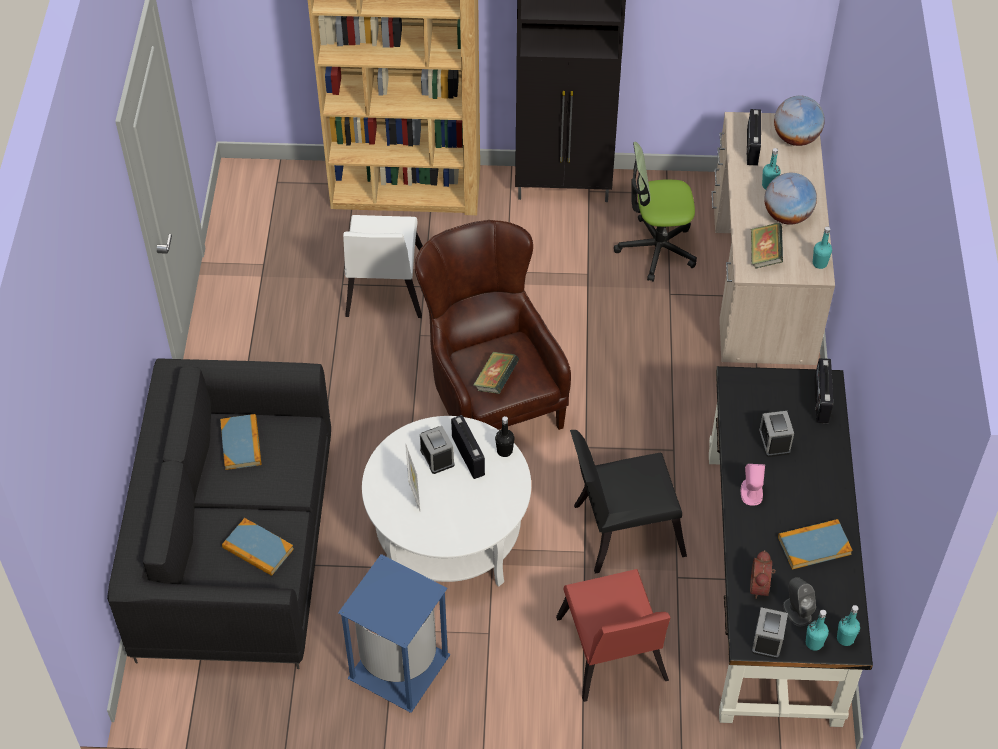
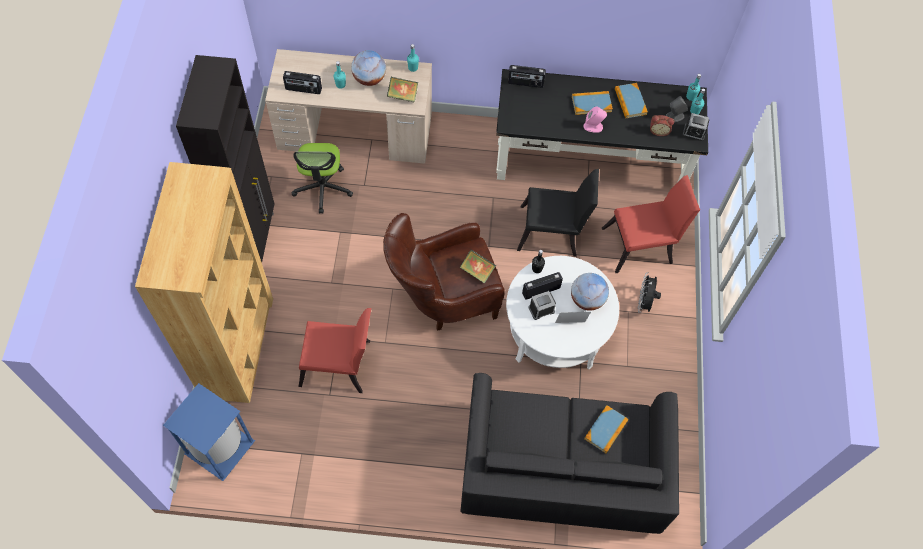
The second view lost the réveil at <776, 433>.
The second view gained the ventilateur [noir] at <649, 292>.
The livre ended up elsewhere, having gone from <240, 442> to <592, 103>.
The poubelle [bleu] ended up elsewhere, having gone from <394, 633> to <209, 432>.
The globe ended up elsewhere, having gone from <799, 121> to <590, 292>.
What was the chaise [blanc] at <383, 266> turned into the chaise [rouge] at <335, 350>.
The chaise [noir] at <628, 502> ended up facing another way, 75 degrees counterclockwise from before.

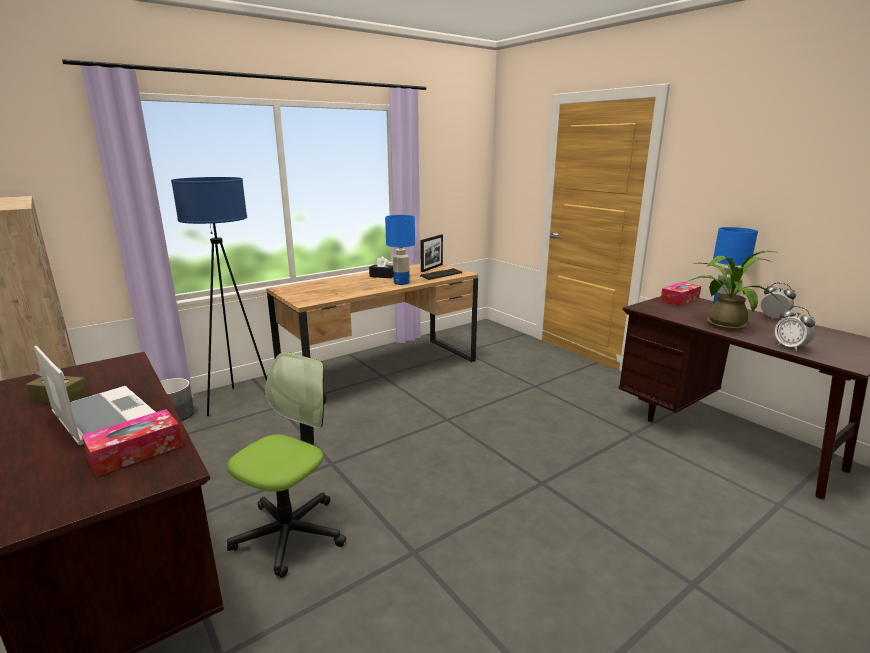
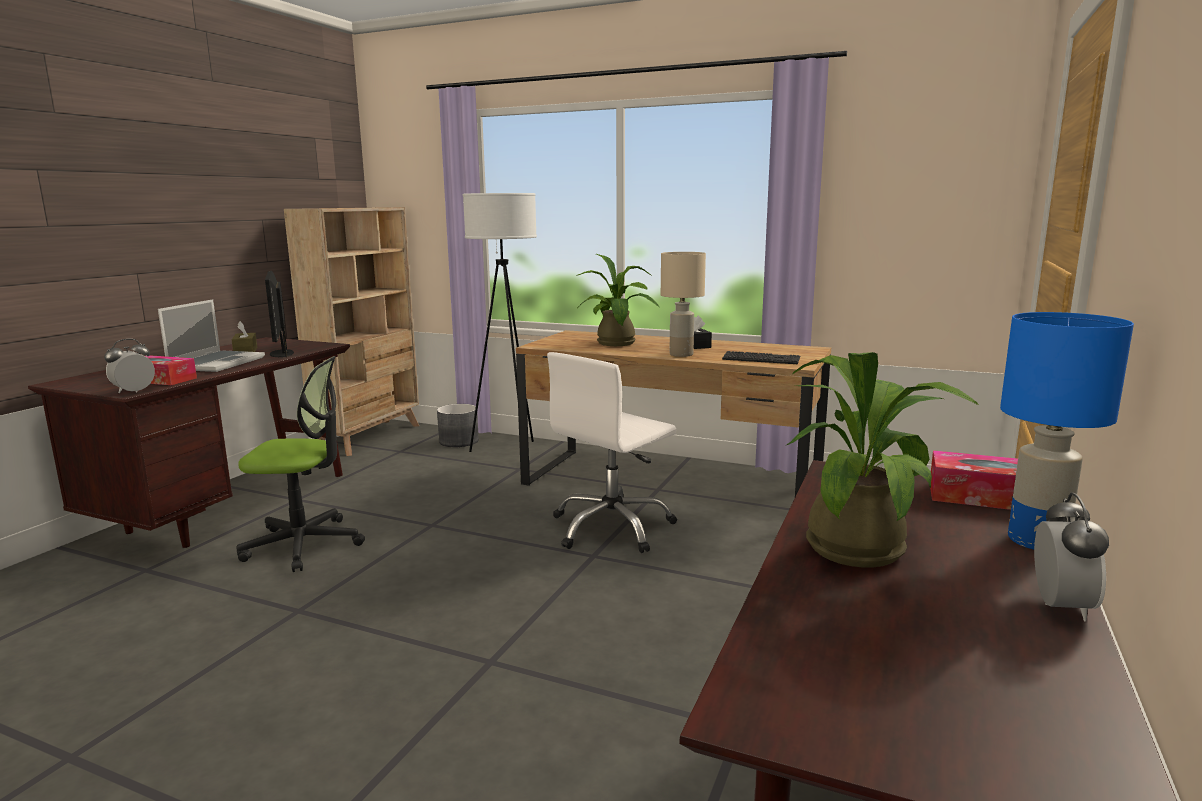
The second view lost the cadre photo at <431, 253>.
The second view gained the écran d'ordinateur at <279, 314>.
The second view gained the chaise de bureau [blanc] at <612, 452>.
The second view gained the plante en pot at <618, 300>.
The réveil ended up elsewhere, having gone from <795, 328> to <129, 366>.
What was the lampadaire [bleu] at <219, 296> turned into the lampadaire [blanc] at <500, 322>.
What was the lampe de table [bleu] at <400, 250> turned into the lampe de table [beige] at <683, 304>.

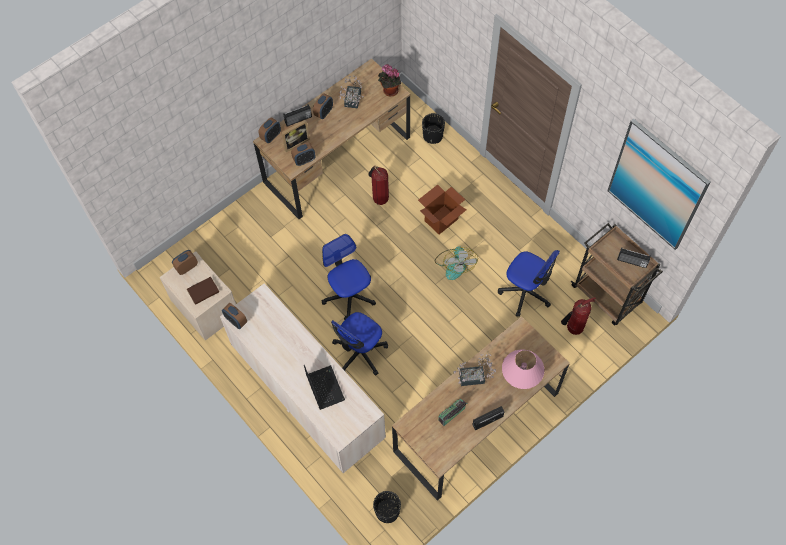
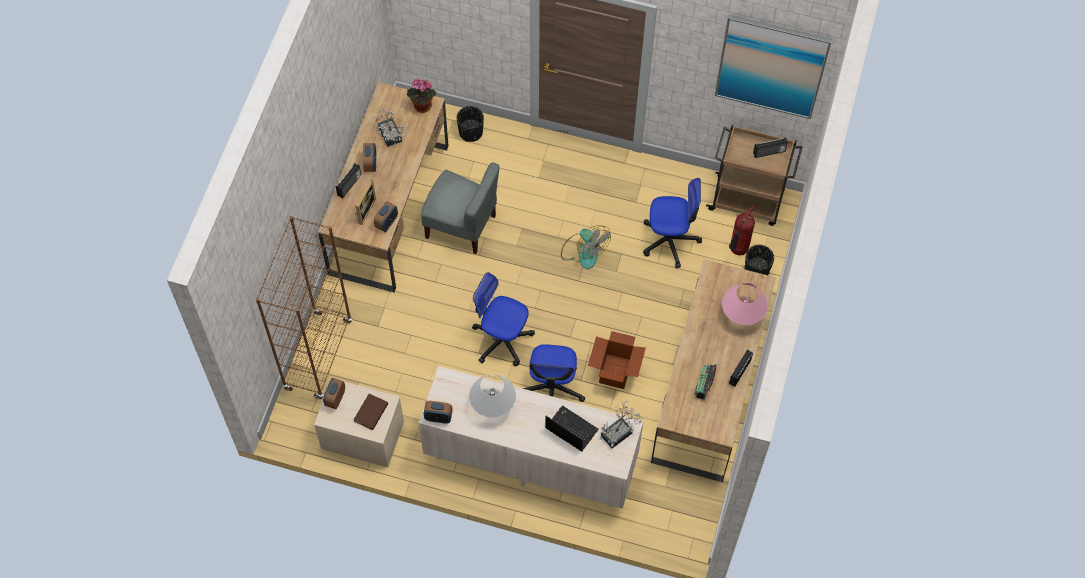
The second view lost the réveil at <269, 130>.
The second view gained the bibliothèque [marron] at <304, 308>.
The second view gained the lampe de table [blanc] at <492, 395>.
The cache-pot [noir] ended up elsewhere, having gone from <387, 507> to <759, 260>.
The carton ended up elsewhere, having gone from <442, 209> to <617, 360>.
The plante en pot ended up elsewhere, having gone from <475, 369> to <621, 424>.
Where the extincteur stood at <378, 185>, the chaise [gris] came to stand at <460, 208>.

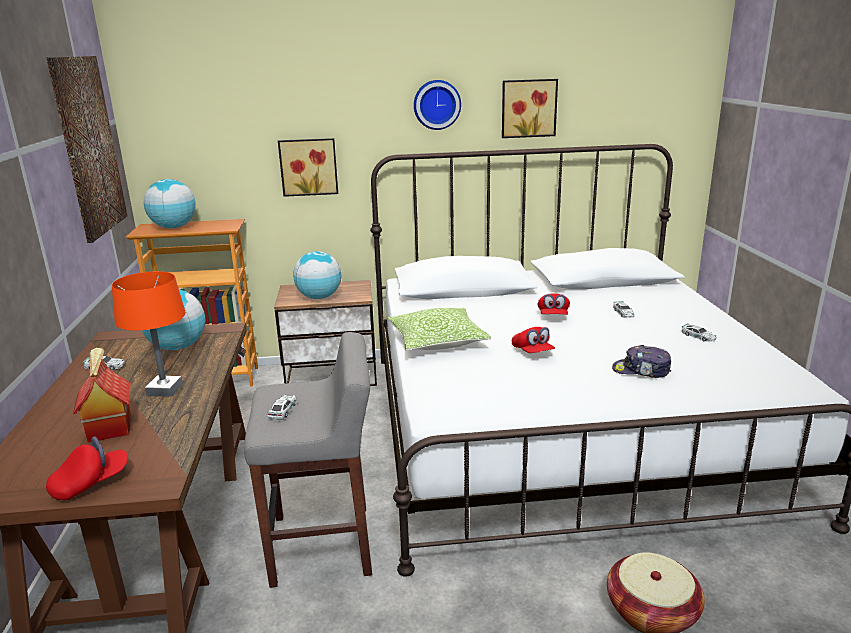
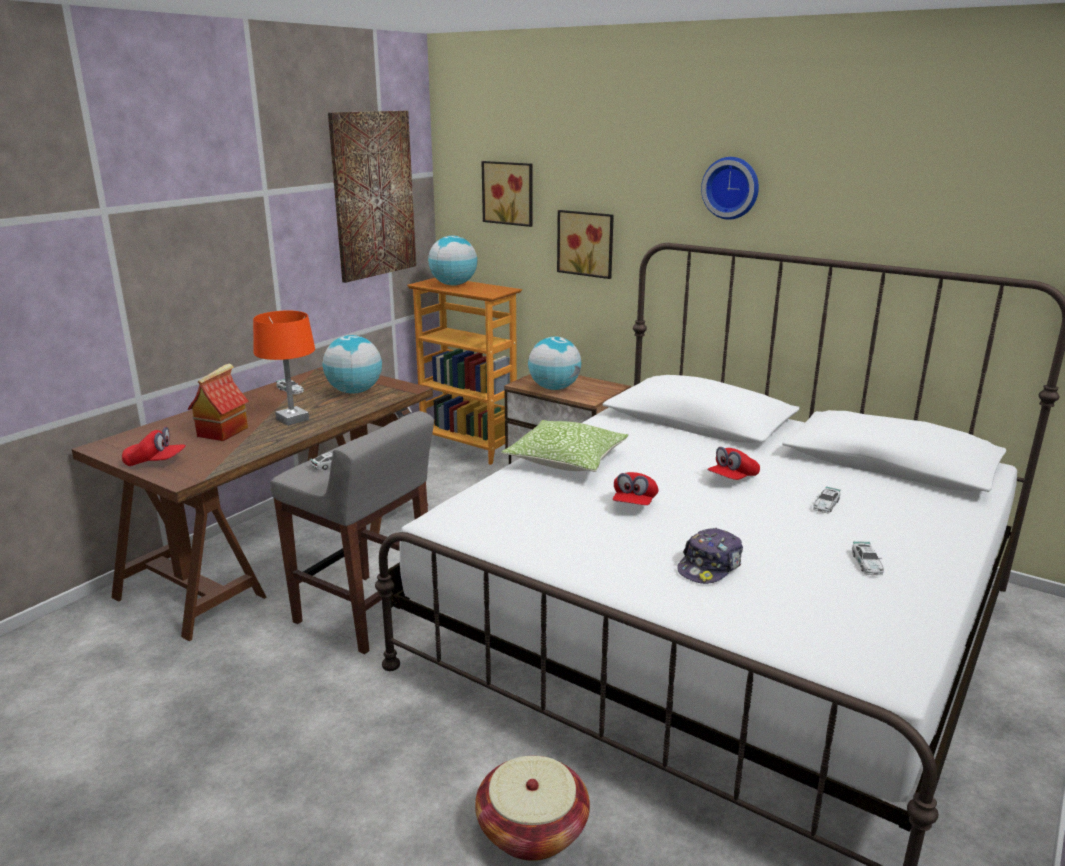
The tableau ended up elsewhere, having gone from <530, 108> to <507, 194>.
The casquette at <641, 361> ended up facing another way, 105 degrees counterclockwise from before.

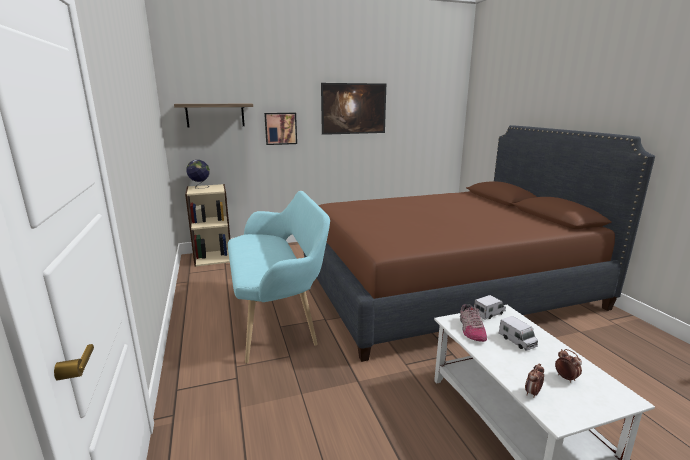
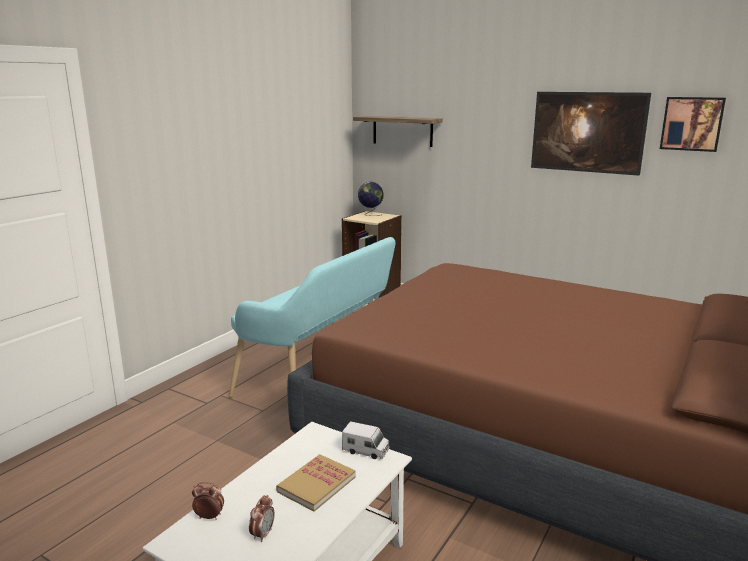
The second view lost the chaussure at <473, 323>.
The tableau ended up elsewhere, having gone from <280, 129> to <693, 124>.
Where the camion jouet stood at <518, 333>, the livre came to stand at <316, 483>.

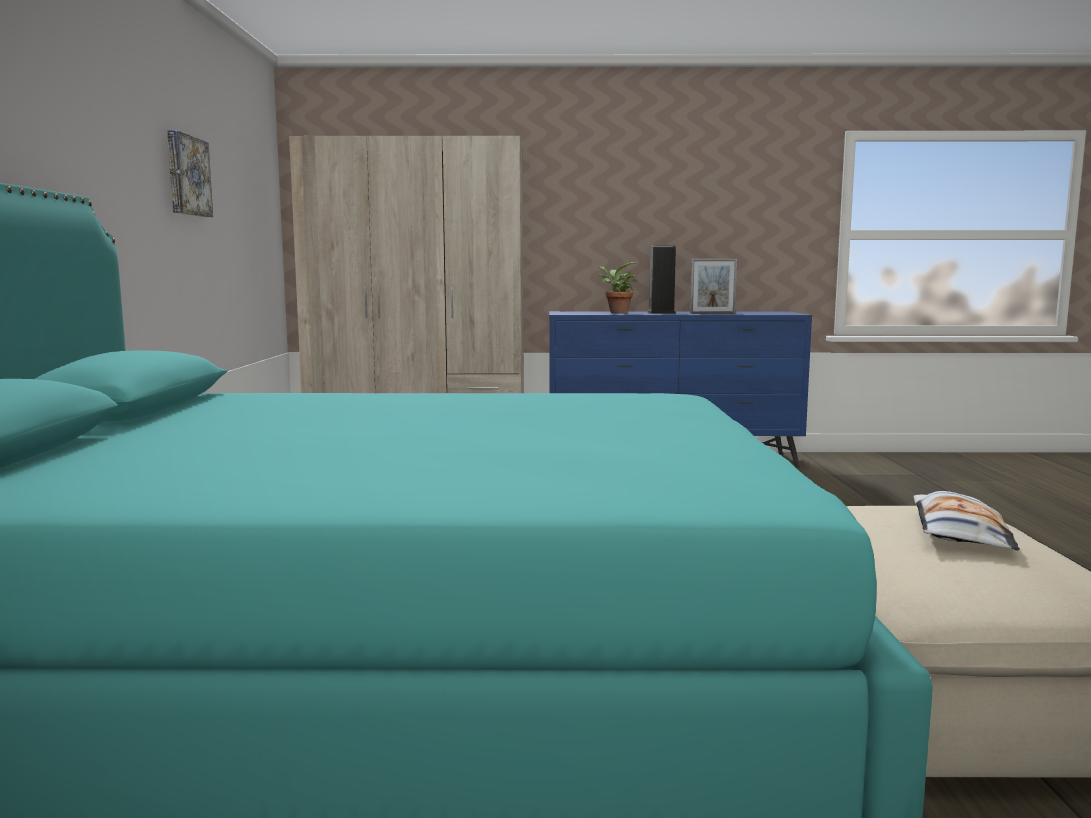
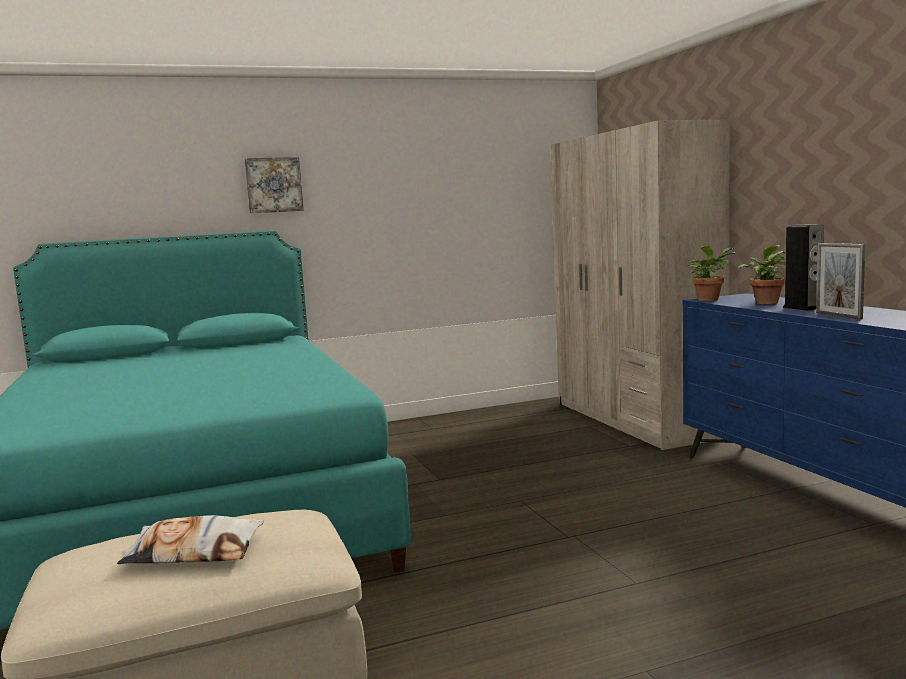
The second view gained the plante en pot at <711, 273>.
The tableau ended up elsewhere, having gone from <190, 173> to <274, 185>.

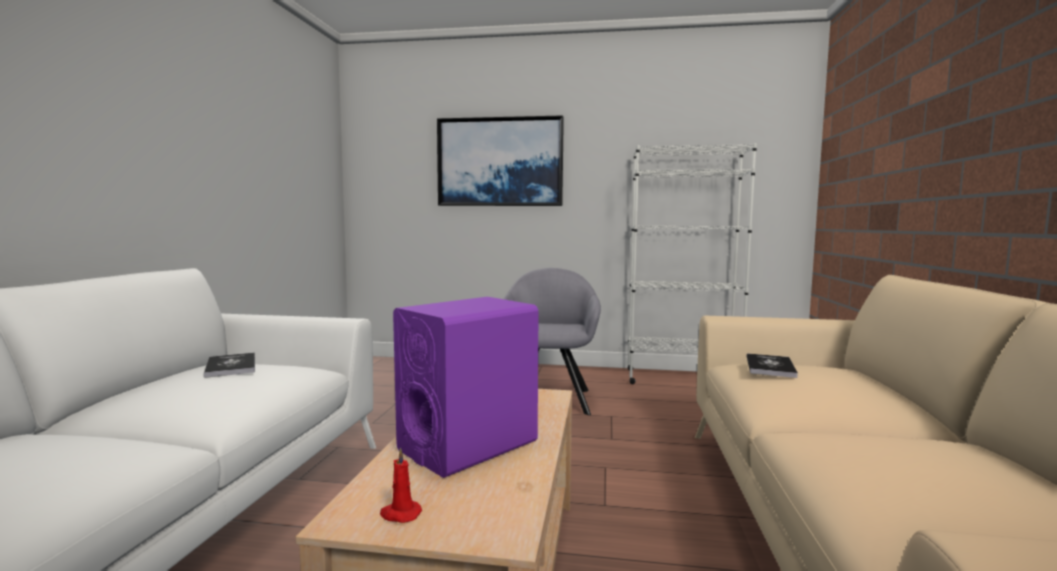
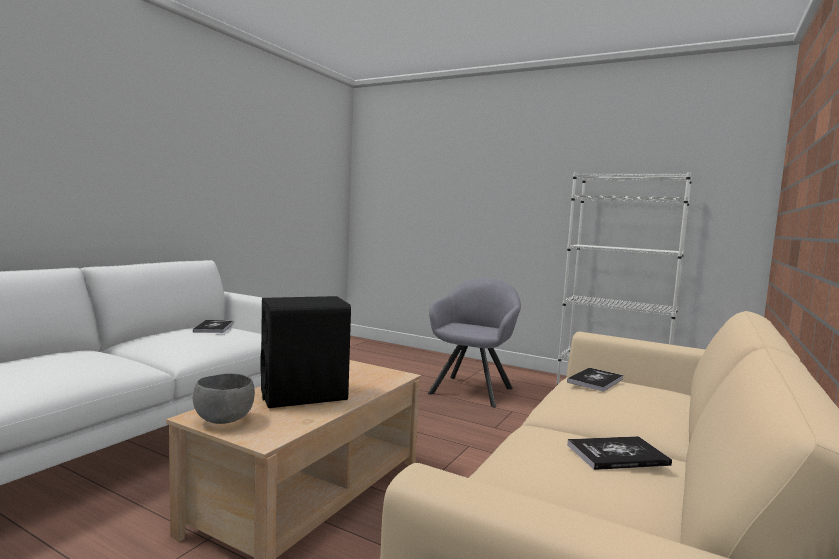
The second view lost the tableau at <500, 160>.
The second view gained the livre at <619, 453>.
Where the bougie [rouge] stood at <401, 485>, the bol [gris] came to stand at <224, 398>.
What was the enceinte [violet] at <466, 387> turned into the enceinte [noir] at <305, 352>.

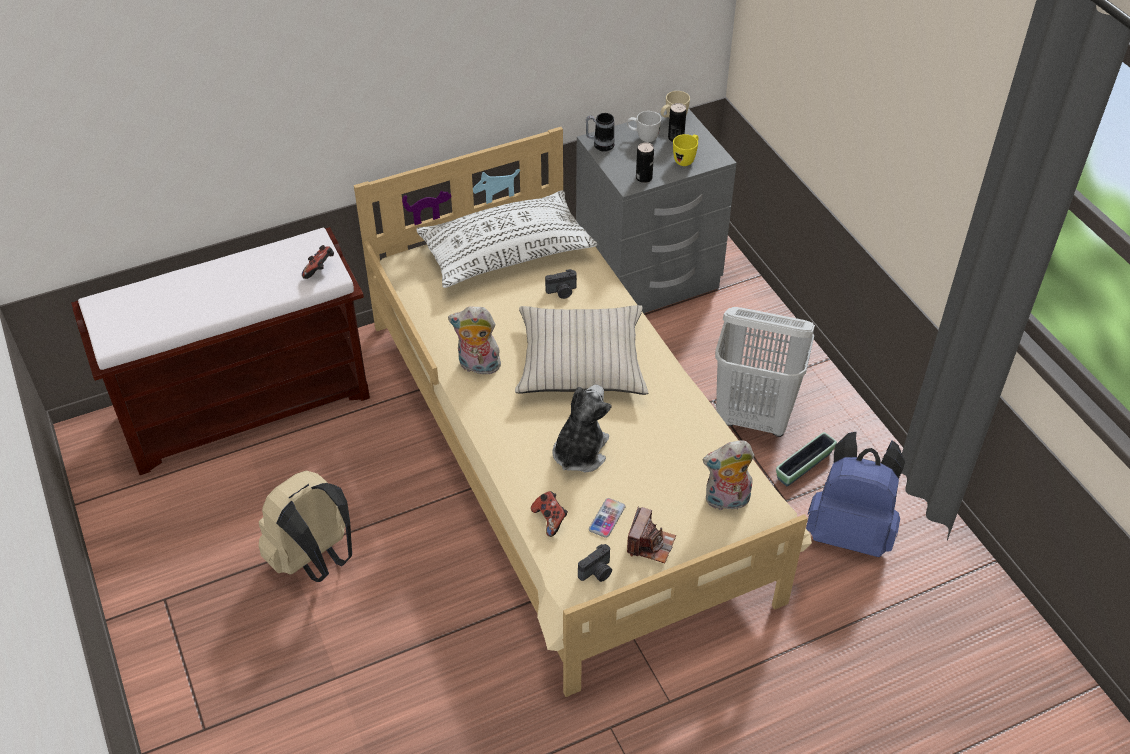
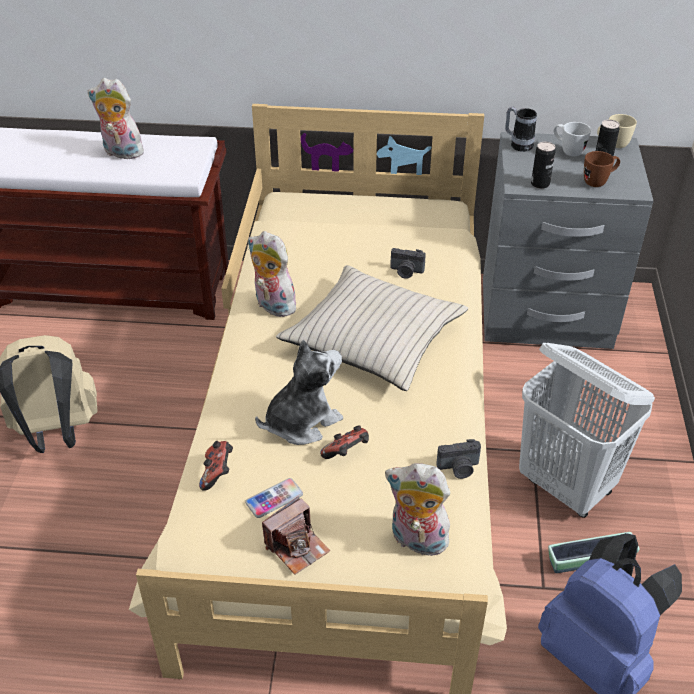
The second view lost the coussin [blanc] at <506, 239>.
The second view gained the peluche at <117, 118>.
The manette ended up elsewhere, having gone from <318, 262> to <344, 442>.
The appareil photo ended up elsewhere, having gone from <595, 563> to <458, 459>.
What was the mug [jaune] at <686, 150> turned into the mug [marron] at <602, 169>.

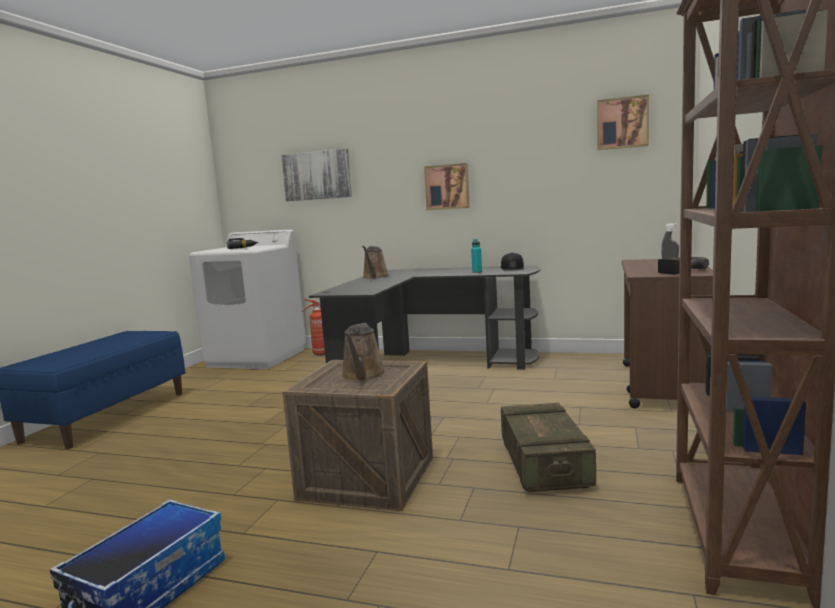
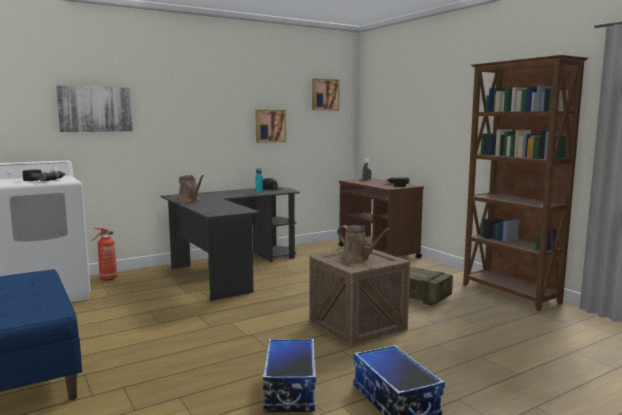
The second view gained the boîte de rangement at <289, 375>.
The tableau ended up elsewhere, having gone from <447, 186> to <270, 126>.

